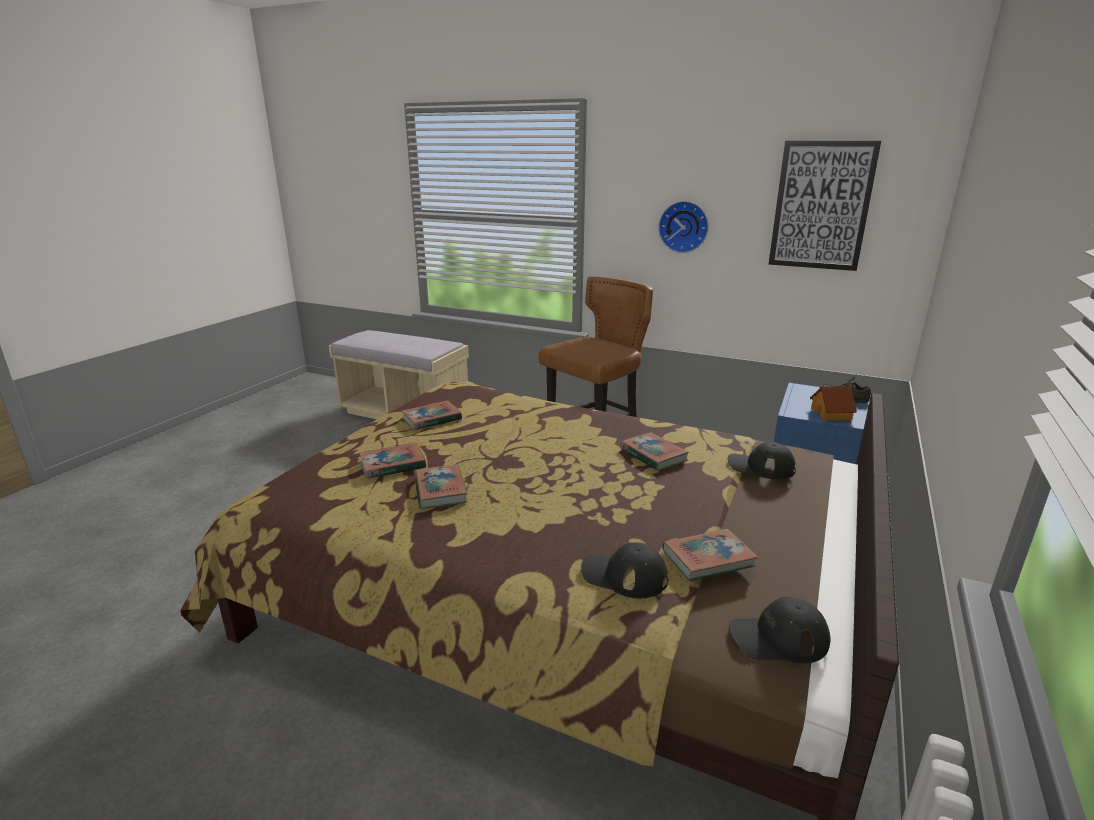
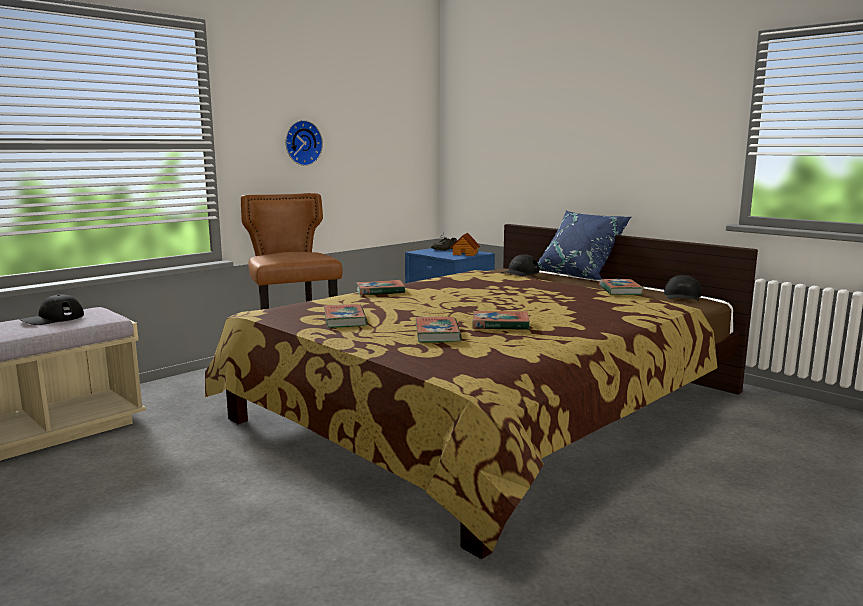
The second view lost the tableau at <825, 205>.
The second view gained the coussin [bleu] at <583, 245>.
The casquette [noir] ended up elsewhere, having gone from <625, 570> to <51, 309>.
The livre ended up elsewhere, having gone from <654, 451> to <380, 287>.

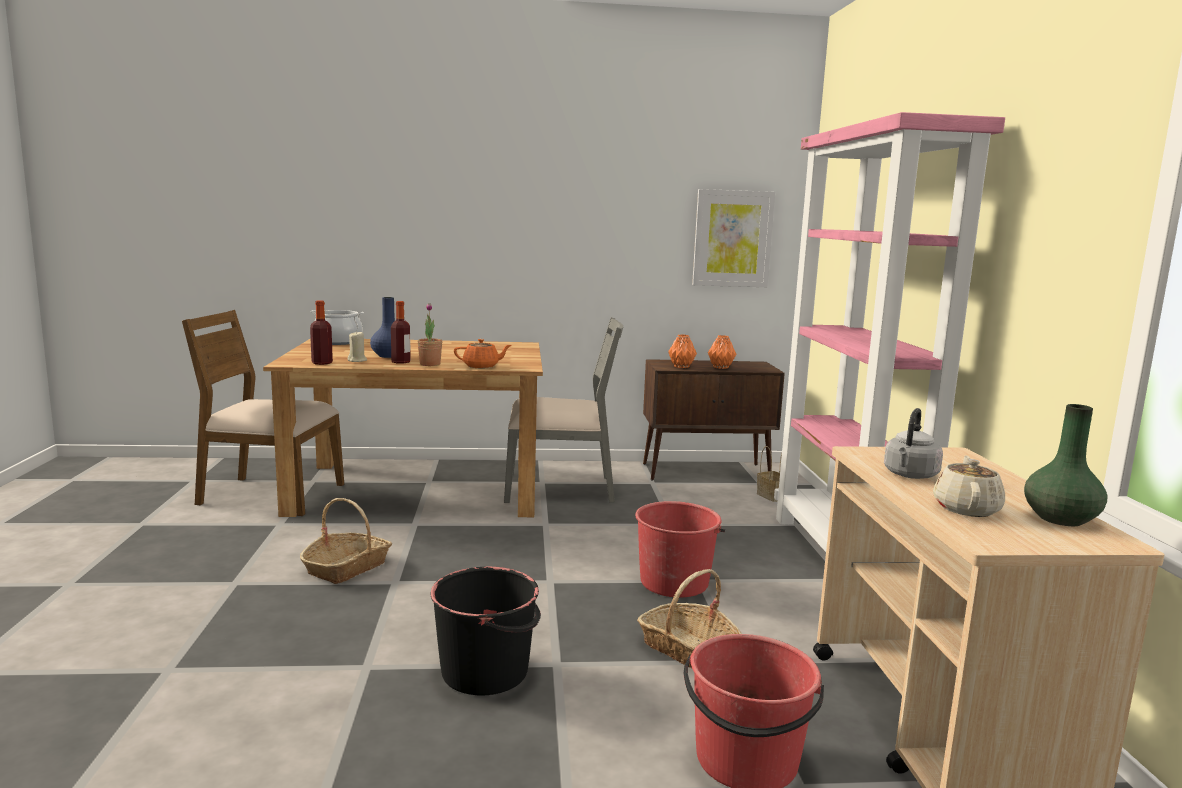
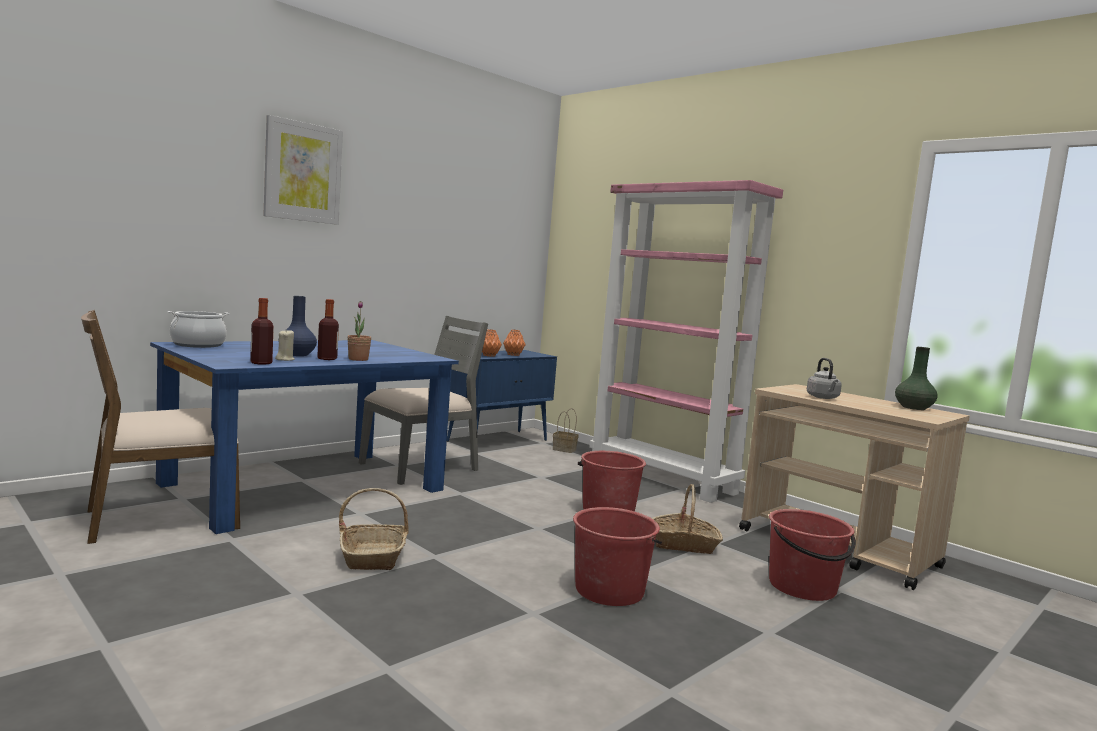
The second view lost the théière [orange] at <482, 353>.
The second view lost the théière [beige] at <969, 486>.
The tableau ended up elsewhere, having gone from <733, 238> to <303, 170>.
What was the table à manger [marron] at <403, 427> turned into the table à manger [bleu] at <304, 437>.
What was the seau [noir] at <486, 631> turned into the seau [rouge] at <617, 556>.
What was the meuble de rangement [marron] at <714, 420> turned into the meuble de rangement [bleu] at <502, 396>.

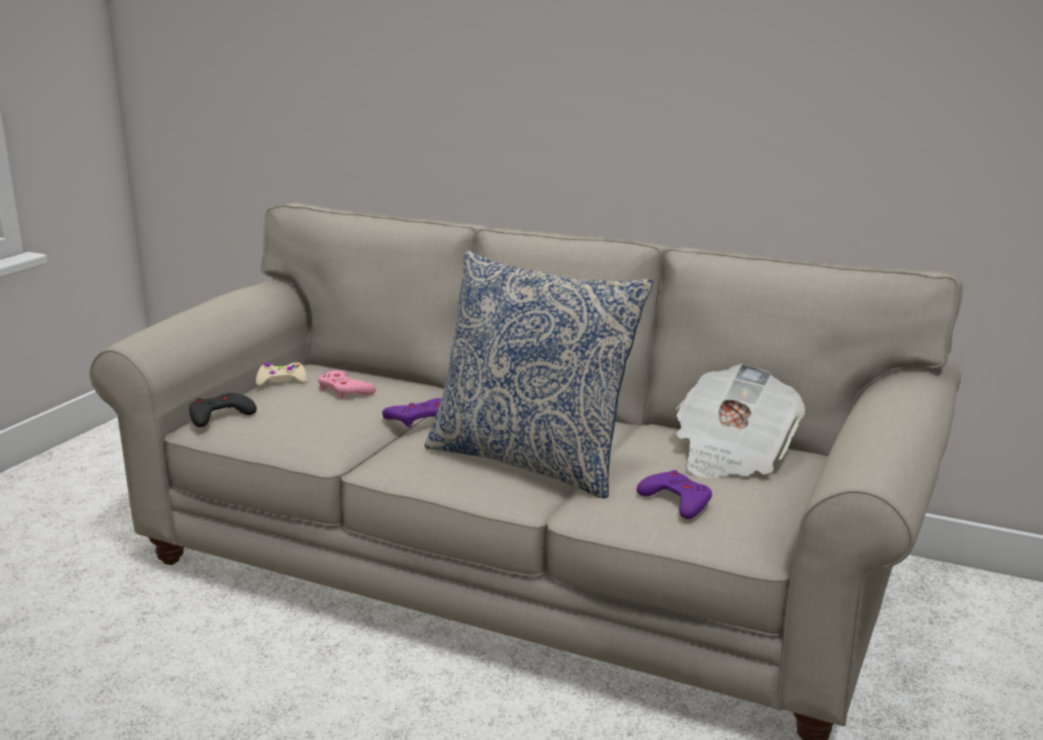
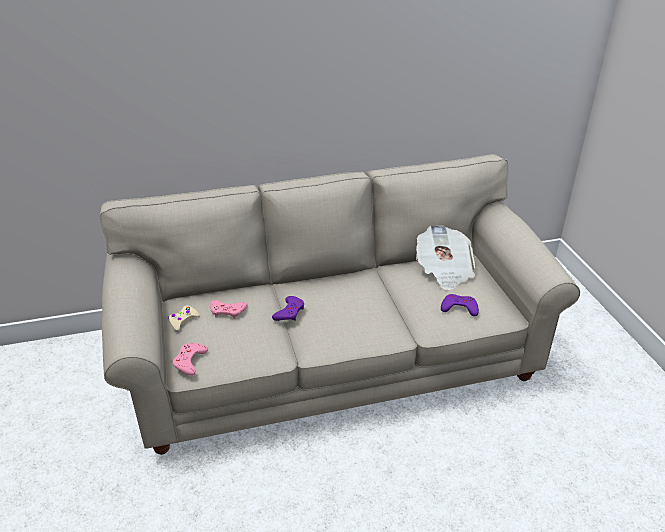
The second view lost the coussin at <538, 374>.
What was the manette [noir] at <223, 410> turned into the manette [rose] at <190, 359>.

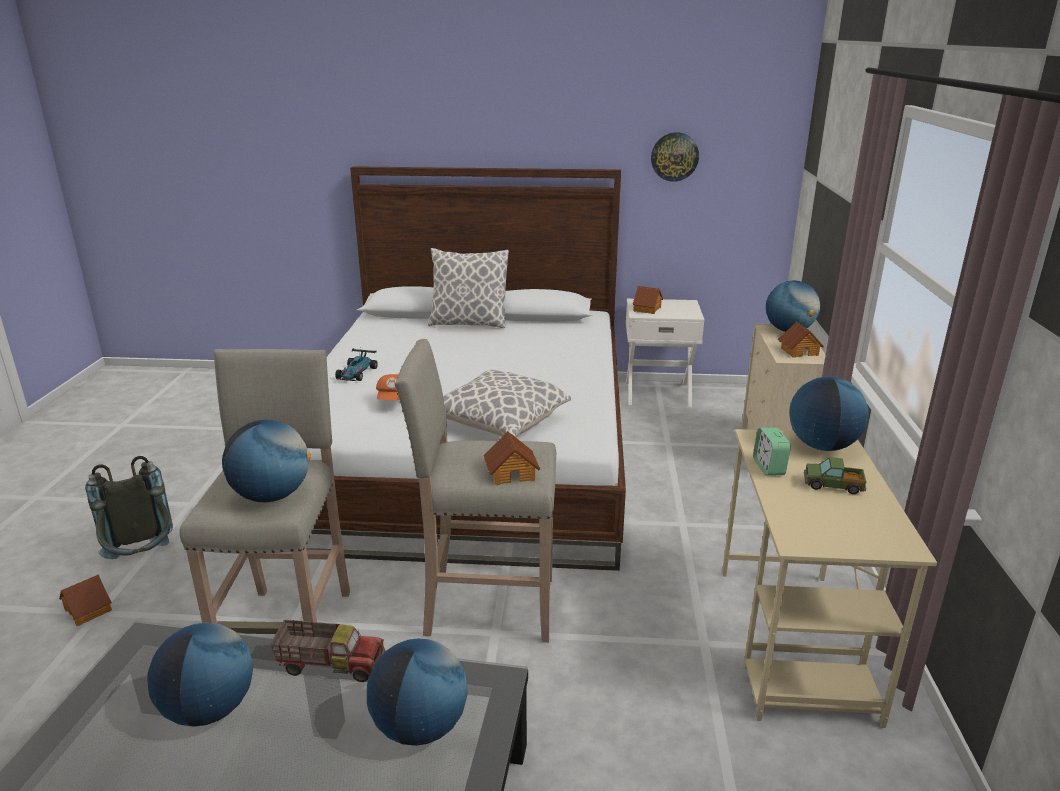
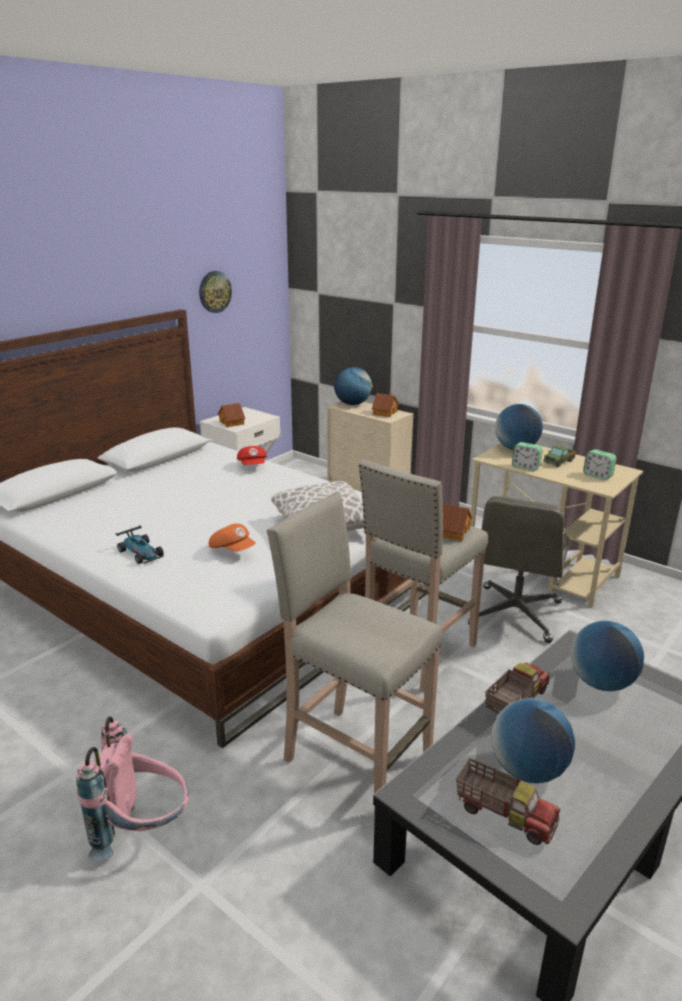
The second view lost the maison miniature at <85, 600>.
The second view lost the globe at <266, 461>.
The second view lost the coussin at <468, 288>.
The second view gained the casquette [rouge] at <252, 455>.
The second view gained the camion jouet at <508, 801>.
The second view gained the chaise de bureau [gris] at <518, 569>.
The second view gained the réveil at <599, 464>.
What was the sac à dos [gris] at <129, 507> turned into the sac à dos [rose] at <133, 788>.

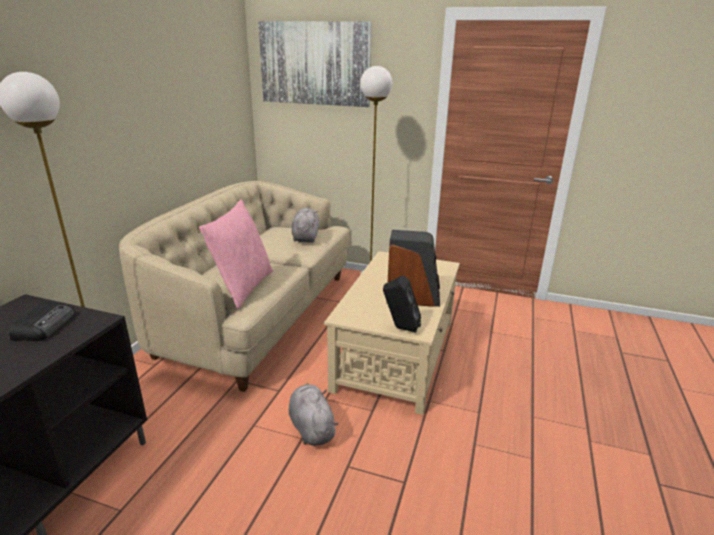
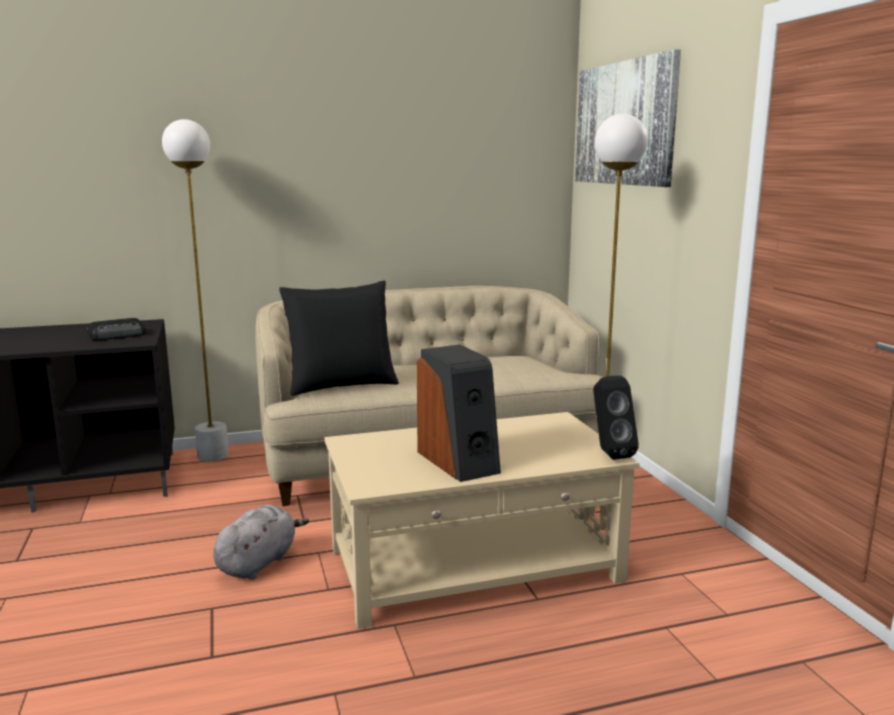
The second view lost the peluche [gris] at <305, 225>.
The enceinte [noir] ended up elsewhere, having gone from <402, 303> to <616, 418>.
What was the coussin [rose] at <236, 254> turned into the coussin [noir] at <339, 338>.

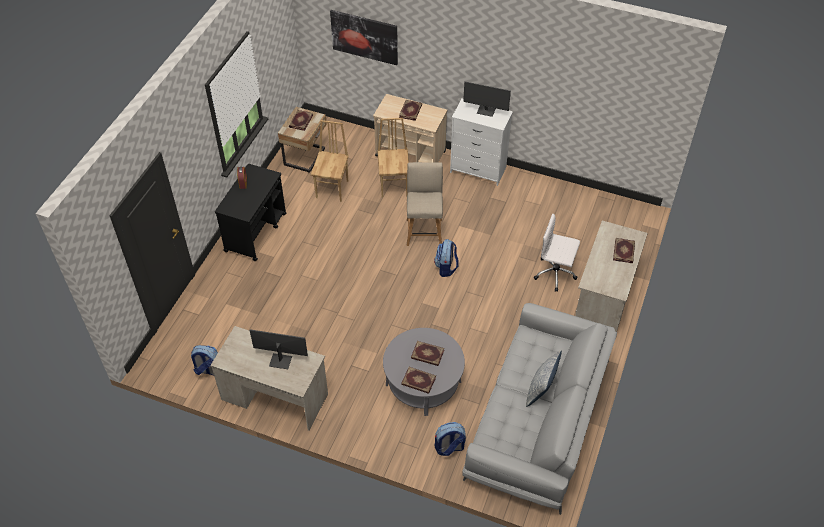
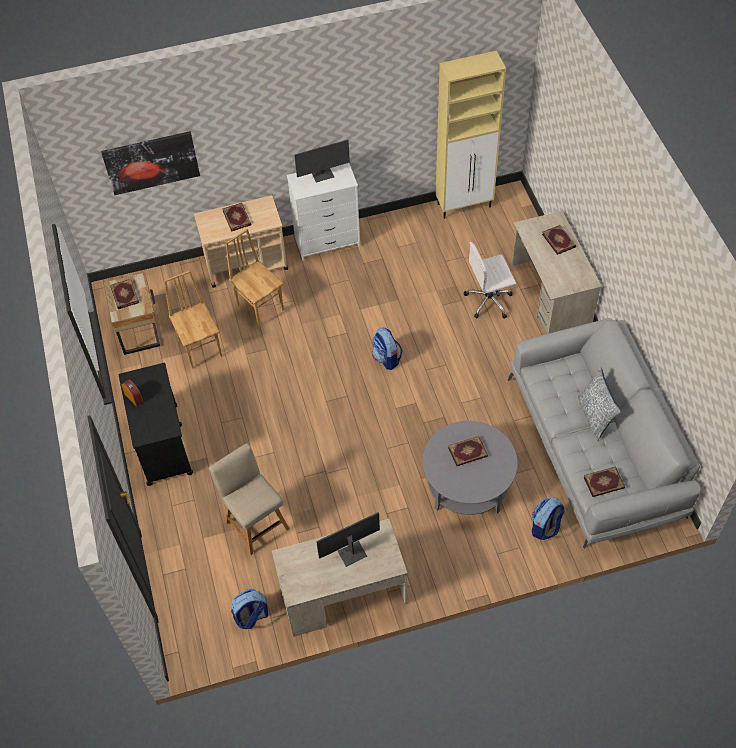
The second view gained the meuble de rangement [beige] at <471, 135>.
The livre ended up elsewhere, having gone from <418, 380> to <604, 481>.
The chaise [beige] ended up elsewhere, having gone from <425, 204> to <249, 499>.

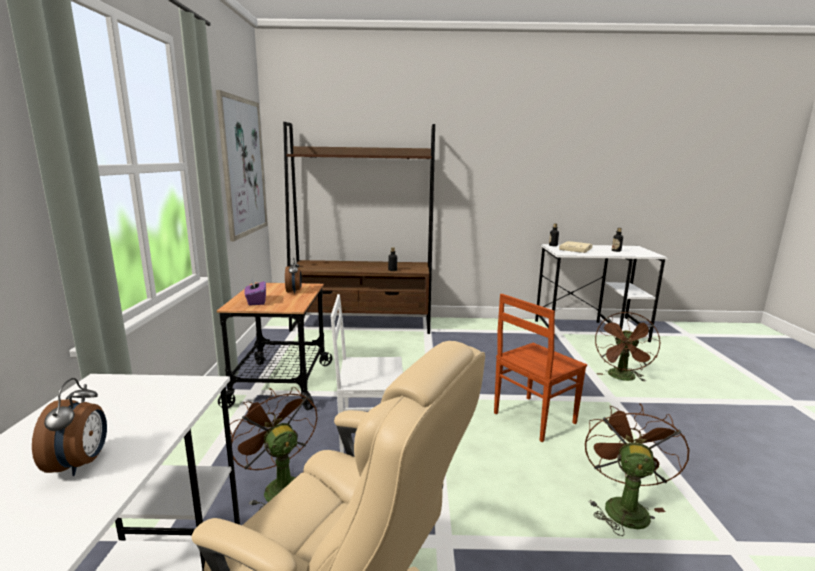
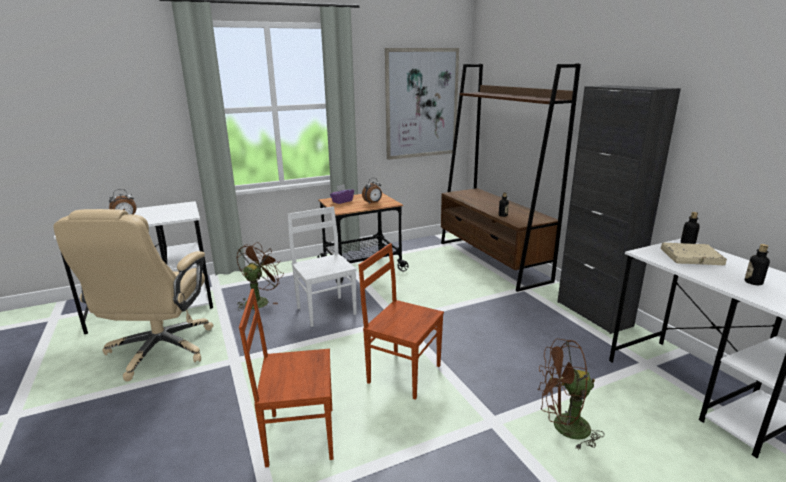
The second view gained the meuble de rangement [noir] at <619, 209>.
Where the ventilateur [marron] stood at <637, 469>, the chaise [marron] came to stand at <286, 378>.

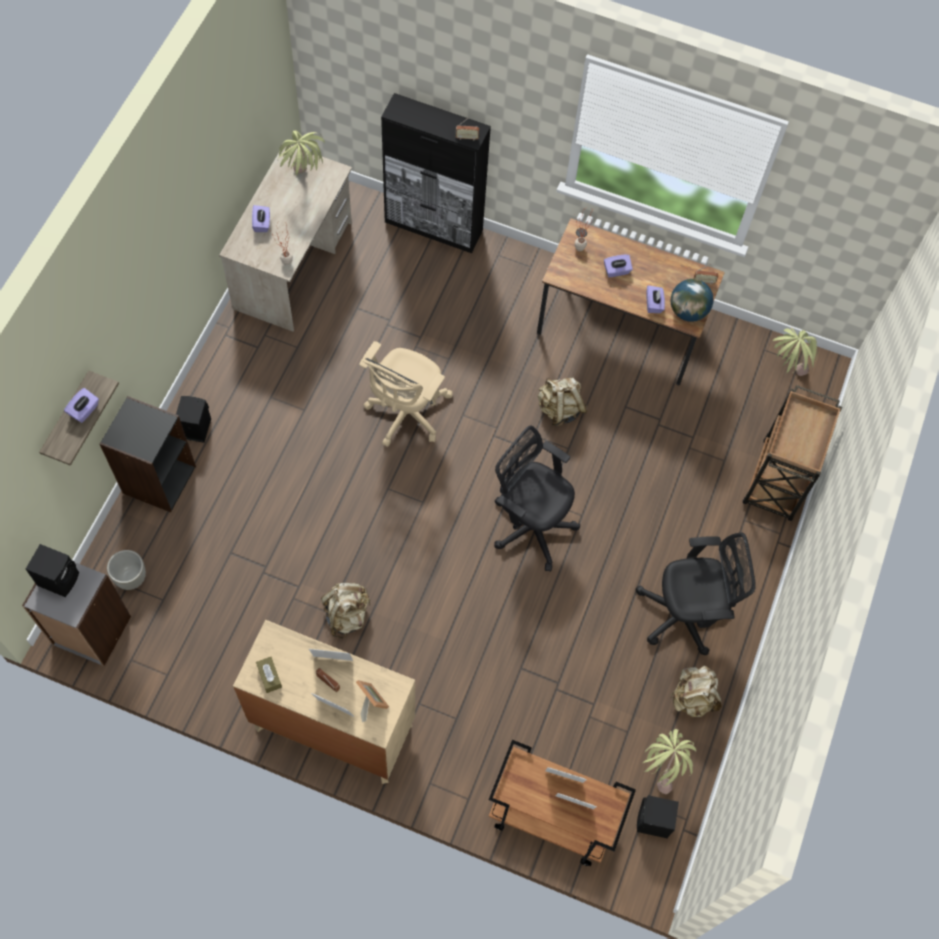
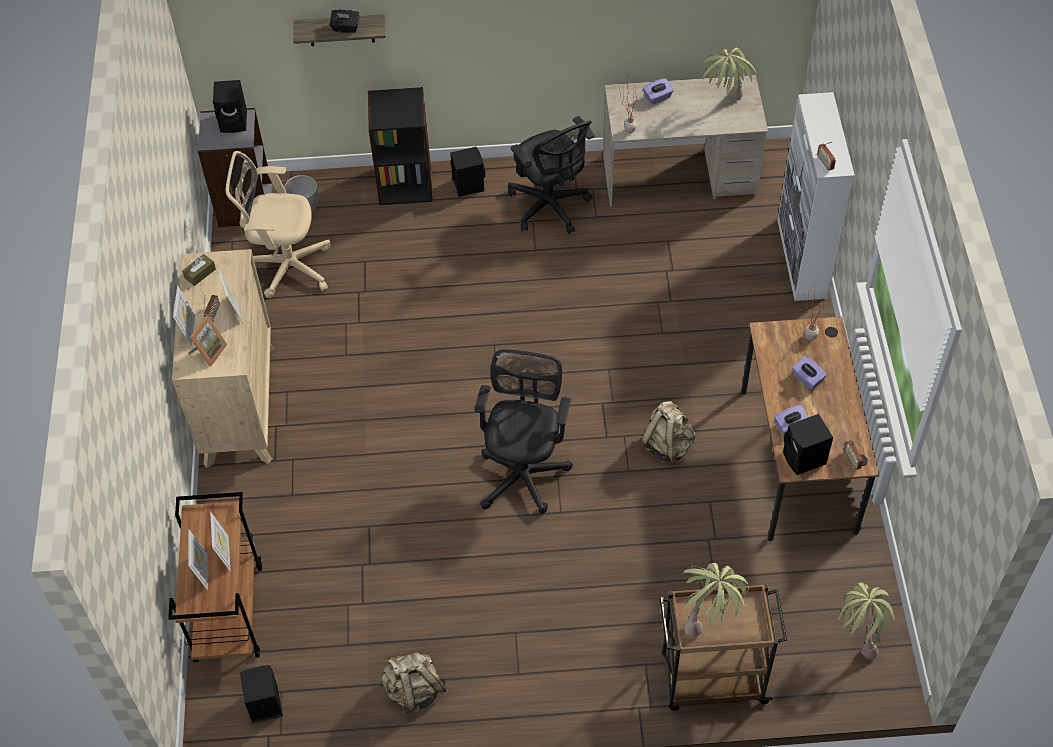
The second view lost the sac à dos [beige] at <346, 611>.
The chaise de bureau [beige] ended up elsewhere, having gone from <406, 394> to <278, 224>.
The chaise de bureau [noir] ended up elsewhere, having gone from <696, 593> to <551, 175>.
The plante en pot ended up elsewhere, having gone from <669, 761> to <716, 600>.
Where the globe stood at <692, 300>, the enceinte [noir] came to stand at <808, 444>.
What was the boîte à mouchoirs [violet] at <81, 405> turned into the boîte à mouchoirs [noir] at <344, 21>.
What was the meuble de rangement [noir] at <436, 173> turned into the meuble de rangement [blanc] at <816, 196>.

